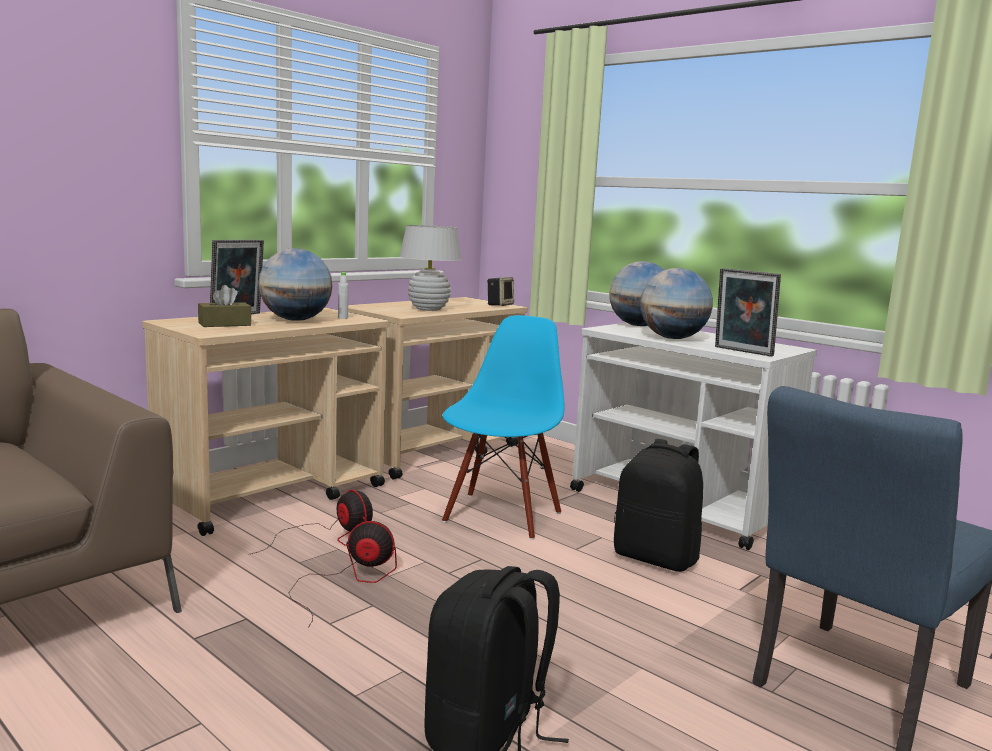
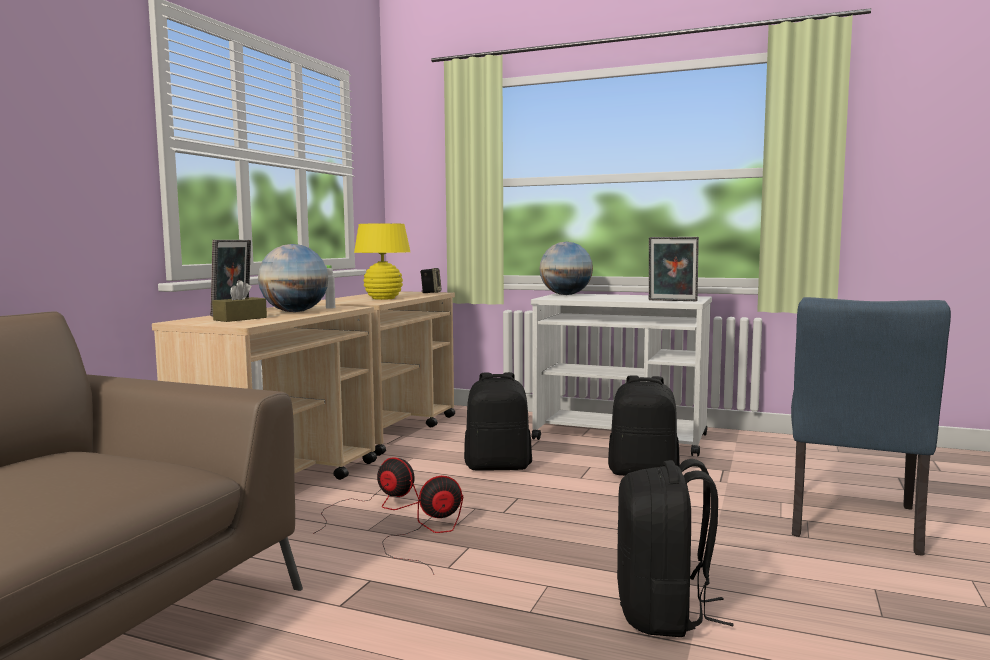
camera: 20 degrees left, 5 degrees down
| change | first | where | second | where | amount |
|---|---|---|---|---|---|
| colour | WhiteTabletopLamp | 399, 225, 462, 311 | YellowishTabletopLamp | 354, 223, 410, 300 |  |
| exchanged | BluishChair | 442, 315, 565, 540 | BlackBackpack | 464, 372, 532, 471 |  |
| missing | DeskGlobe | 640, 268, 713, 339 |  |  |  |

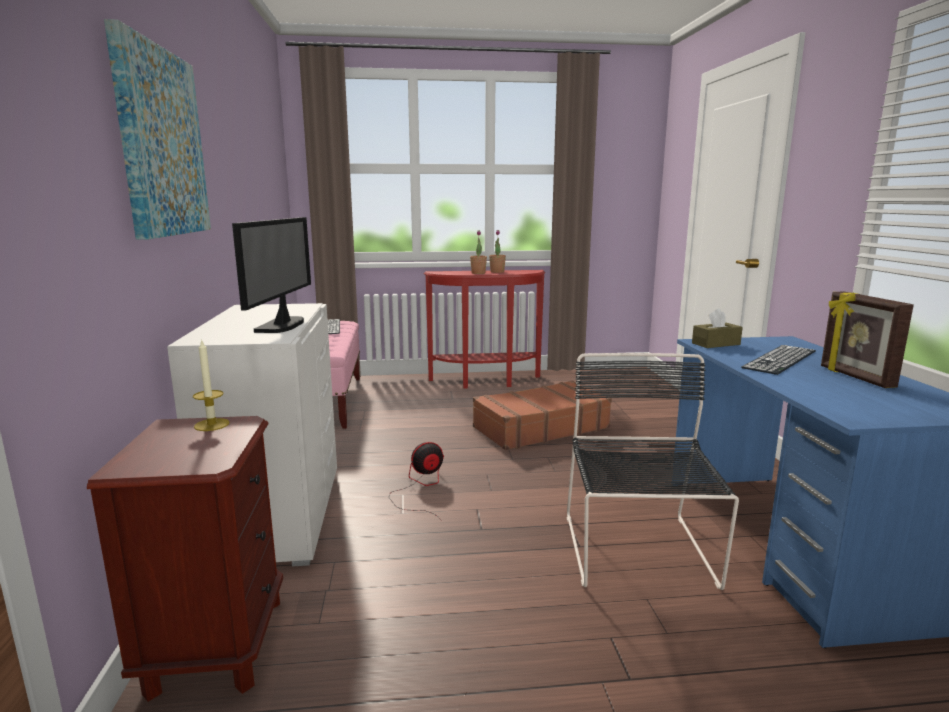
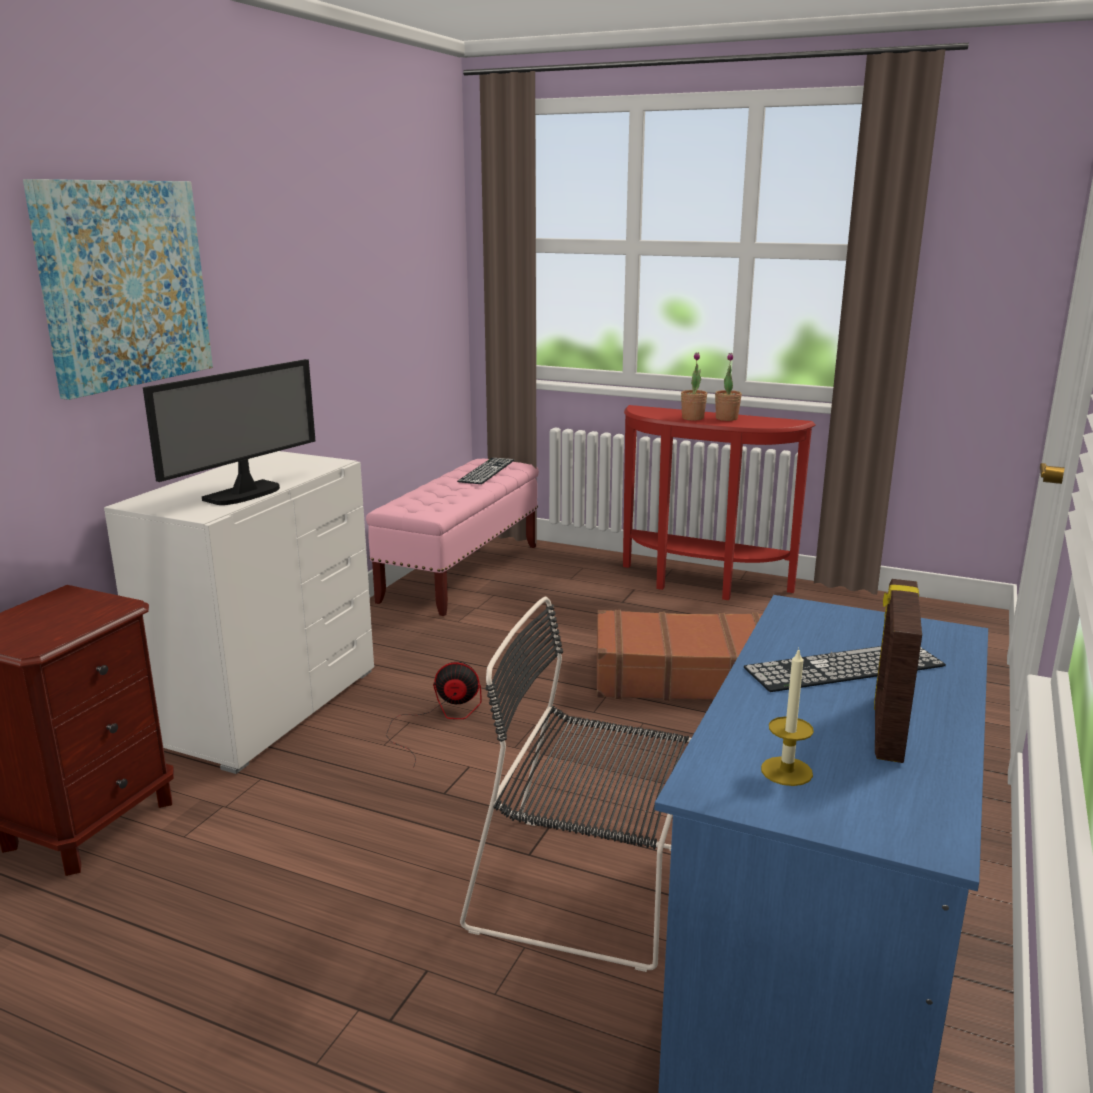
camera: 30 degrees right, 5 degrees up
| change | first | where | second | where | amount |
|---|---|---|---|---|---|
| relocated | WaxLight | 193, 339, 229, 431 |  | 761, 647, 814, 786 |  |
| spun | BlackChair | 567, 353, 739, 590 |  | 460, 597, 691, 972 | 105 degrees counterclockwise |
| missing | BrownColouredBoxOfTissues | 692, 308, 743, 348 |  |  |  |

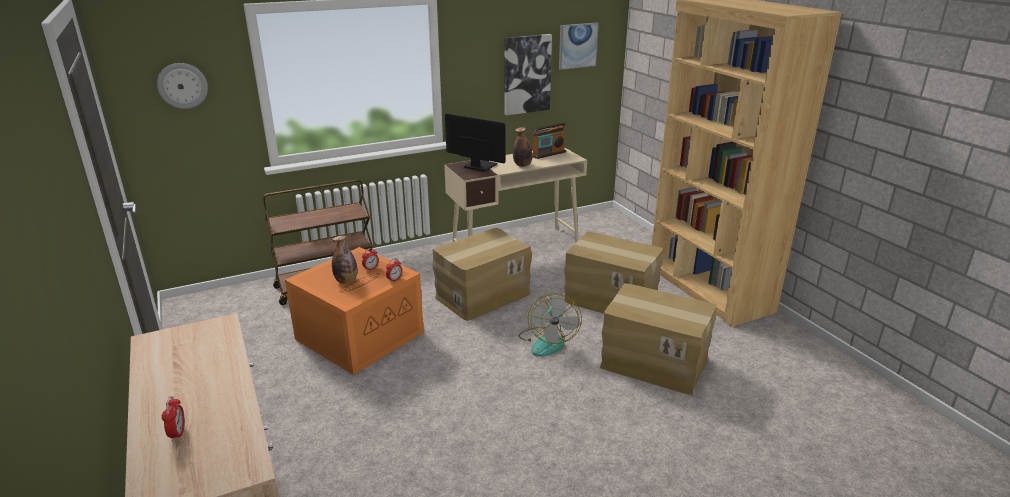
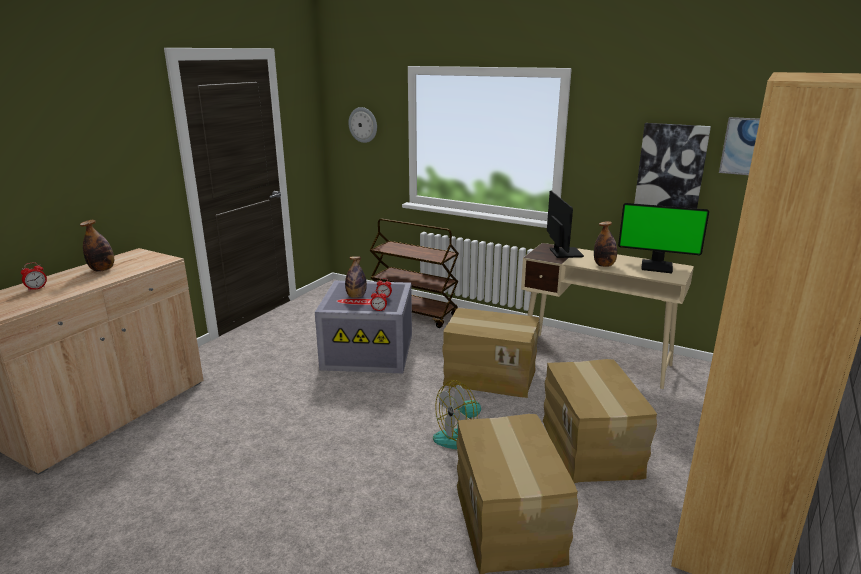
camera: 55 degrees right, 5 degrees down
| change | first | where | second | where | amount |
|---|---|---|---|---|---|
| colour | OrangeColouredStorageBox | 285, 247, 424, 375 | GreyishStorageBox | 315, 281, 412, 374 |  |
| exchanged | RadioReceiver | 532, 122, 566, 159 | ComputerDisplay | 618, 203, 709, 273 |  |
| appeared |  |  | BeverageBottle | 80, 220, 114, 272 |  |

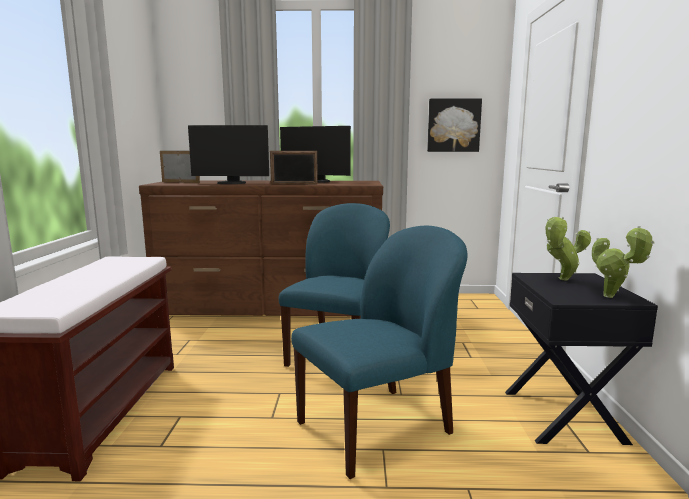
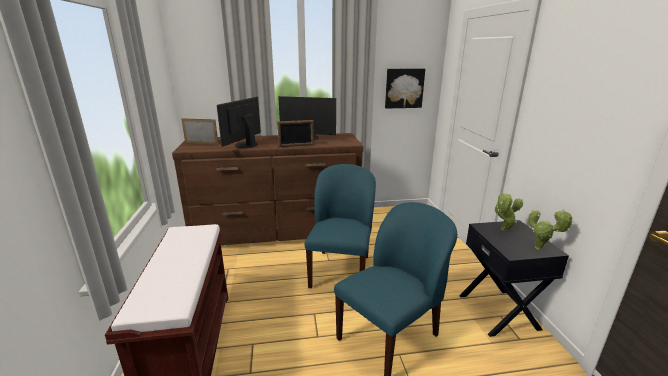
camera: 10 degrees left, 10 degrees up
| change | first | where | second | where | amount |
|---|---|---|---|---|---|
| spun | ComputerDisplay | 188, 125, 269, 184 |  | 217, 97, 261, 148 | 120 degrees clockwise |

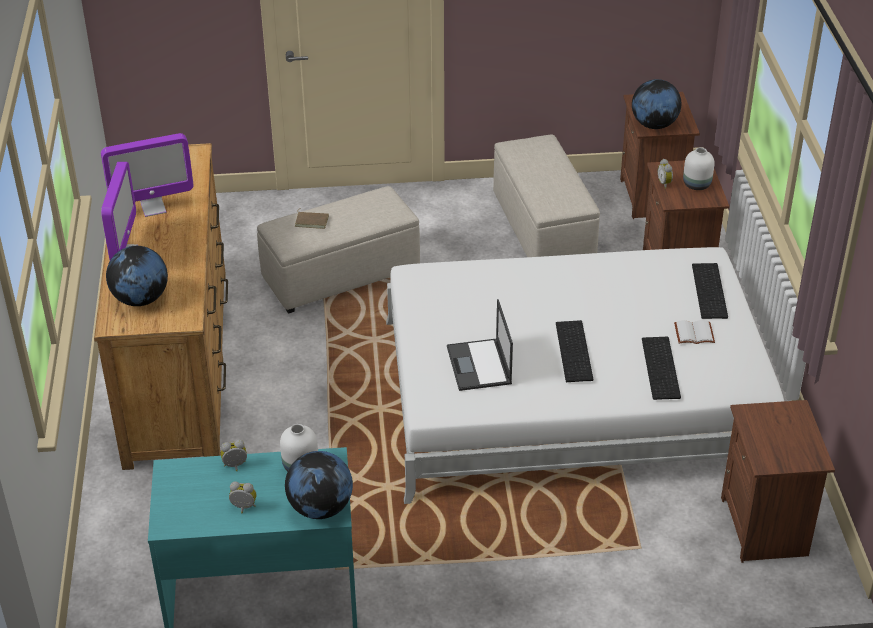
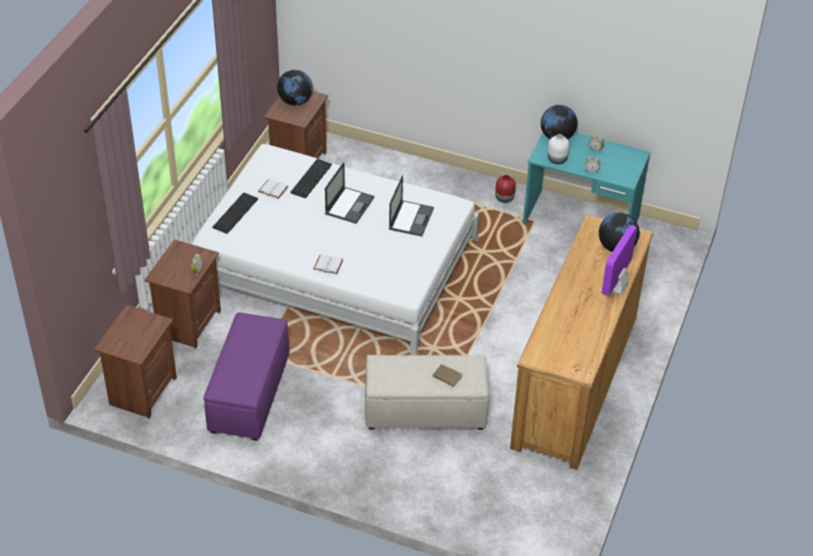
camera: 155 degrees left, 5 degrees up
| change | first | where | second | where | amount |
|---|---|---|---|---|---|
| missing | ComputerDisplay | 101, 133, 193, 217 |  |  |  |
| colour | BeigePouffe | 493, 134, 600, 257 | PurplishPouffe | 204, 312, 289, 441 |  |
| exchanged | PcKeyboard | 556, 320, 593, 382 | NotebookComputer | 325, 162, 374, 224 |  |
| relocated | DeskGlobe | 632, 79, 682, 129 |  | 277, 70, 313, 105 |  |
| missing | WhiteFlowerVase | 683, 147, 715, 190 |  |  |  |
| appeared |  |  | WhiteVolume | 314, 254, 343, 274 |  |
| appeared |  |  | RedFlowerVase | 495, 175, 516, 203 |  |

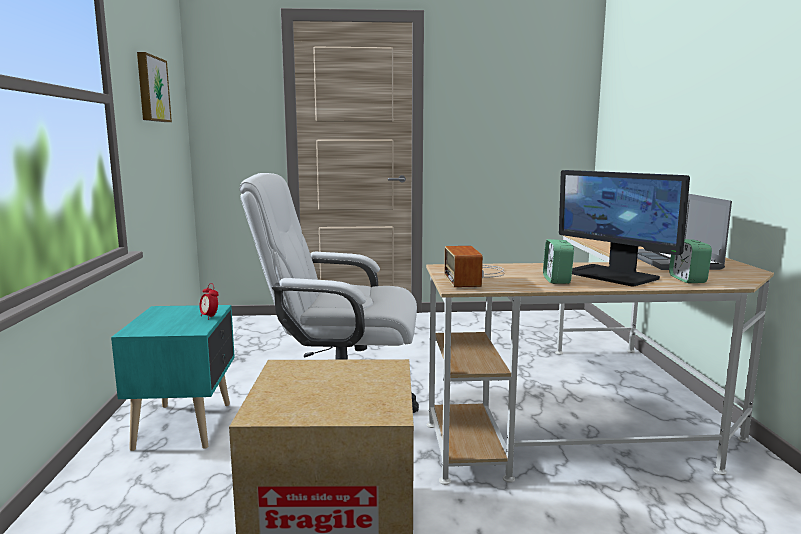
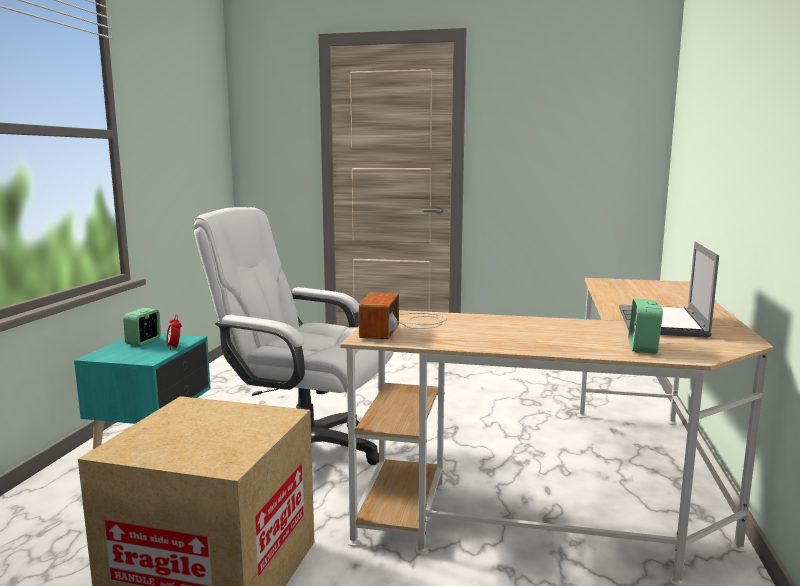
camera: 15 degrees right, 0 degrees up
| change | first | where | second | where | amount |
|---|---|---|---|---|---|
| missing | Picture | 137, 52, 172, 122 |  |  |  |
| relocated | TableClock | 543, 239, 574, 284 |  | 123, 308, 161, 346 |  |
| missing | ComputerDisplay | 559, 170, 690, 286 |  |  |  |

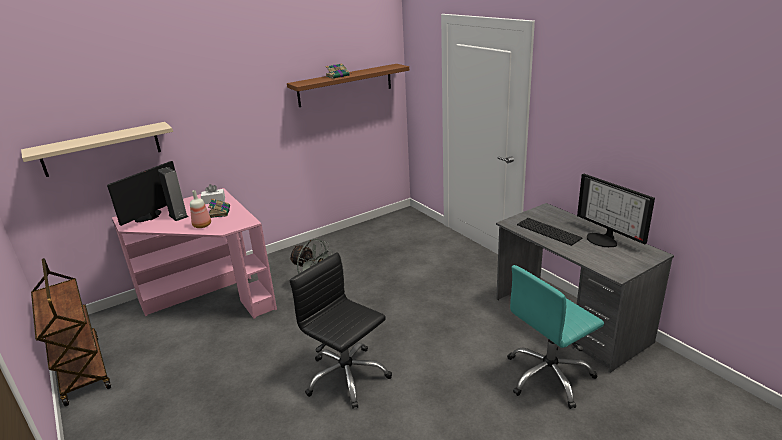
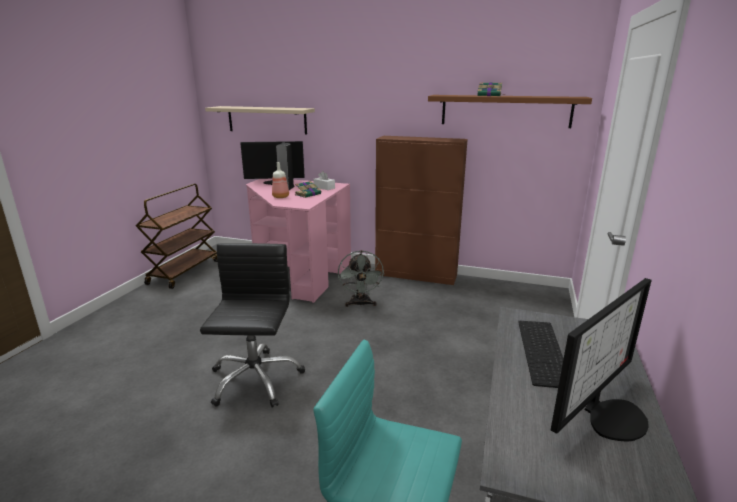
camera: 50 degrees right, 5 degrees down
| change | first | where | second | where | amount |
|---|---|---|---|---|---|
| spun | ComputerDisplay | 577, 174, 655, 247 |  | 551, 278, 652, 441 | 150 degrees counterclockwise |
| appeared |  |  | BrownColouredCabinet | 375, 136, 468, 285 |  |

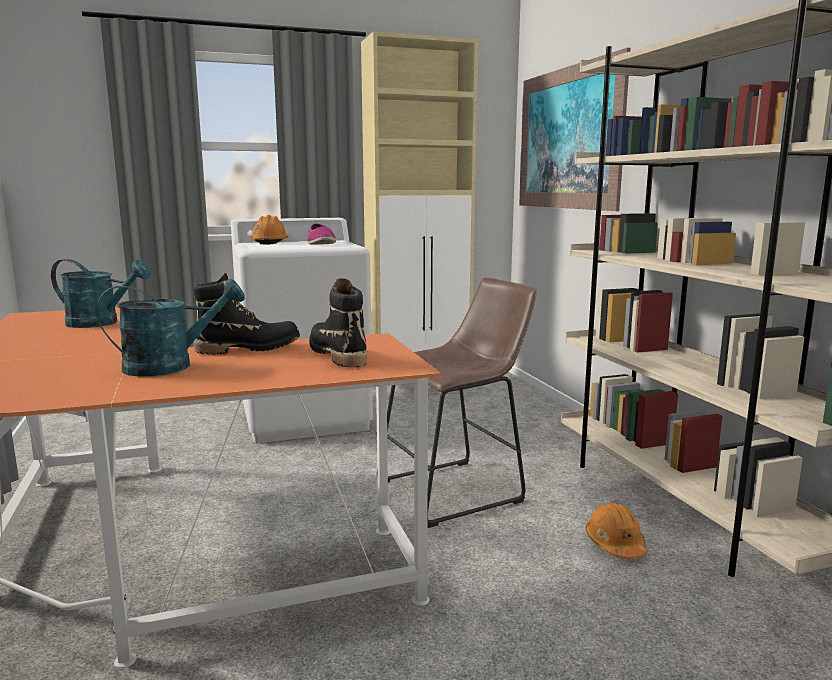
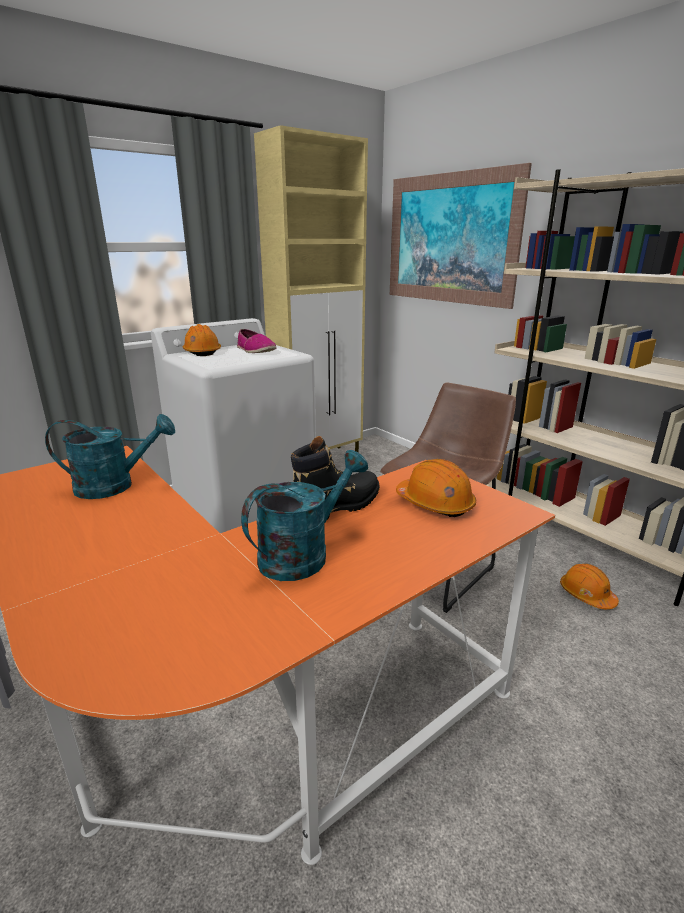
camera: 20 degrees left, 10 degrees up
| change | first | where | second | where | amount |
|---|---|---|---|---|---|
| exchanged | BlackTallBoot | 309, 278, 367, 367 | OrangeColouredHardHat | 396, 459, 476, 517 |  |

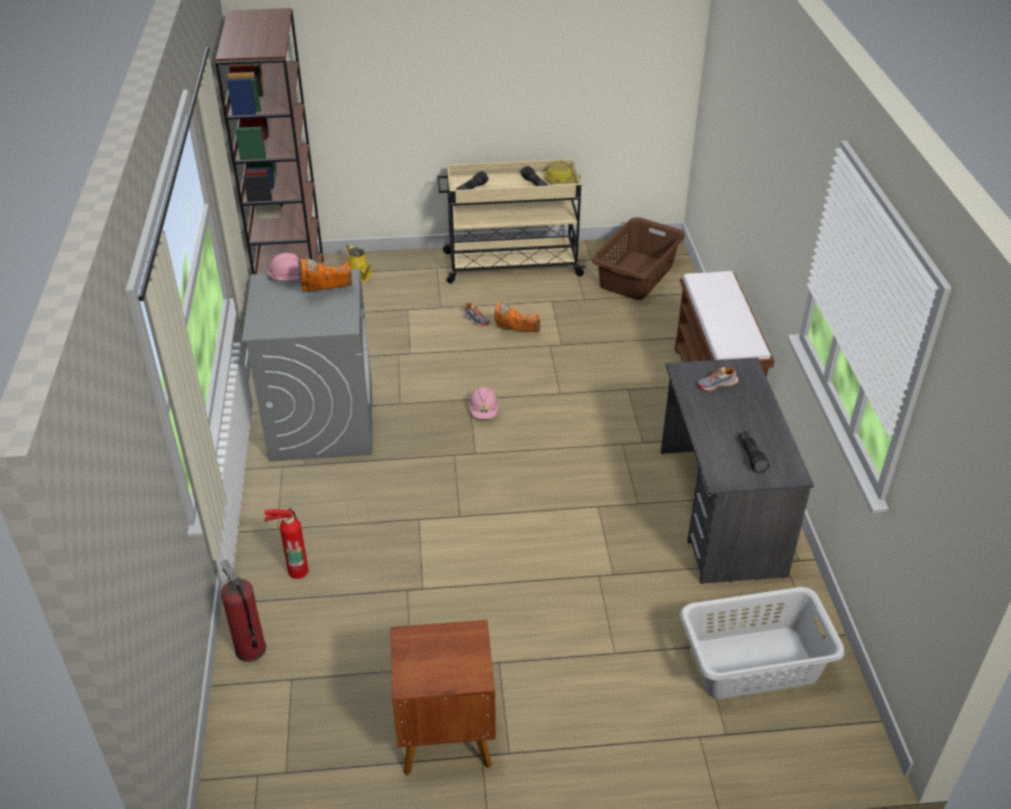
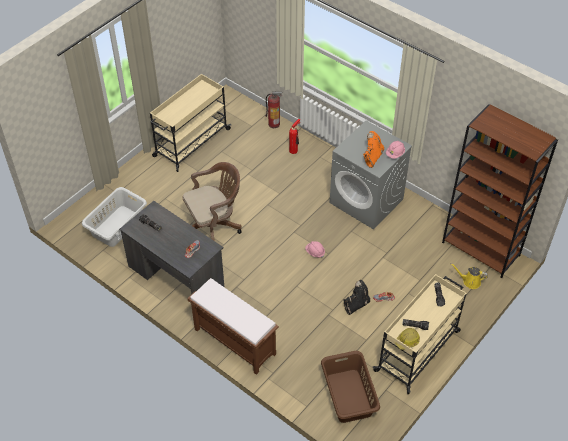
camera: 135 degrees right, 10 degrees up
| change | first | where | second | where | amount |
|---|---|---|---|---|---|
| exchanged | BrownColouredBedsideTable | 390, 619, 496, 776 | BeigeCart | 150, 74, 231, 172 |  |
| colour | OrangeColouredTallBoot | 494, 302, 540, 332 | BlackTallBoot | 343, 280, 370, 315 |  |
| appeared |  |  | BrownColouredComputerChair | 183, 162, 242, 241 |  |

